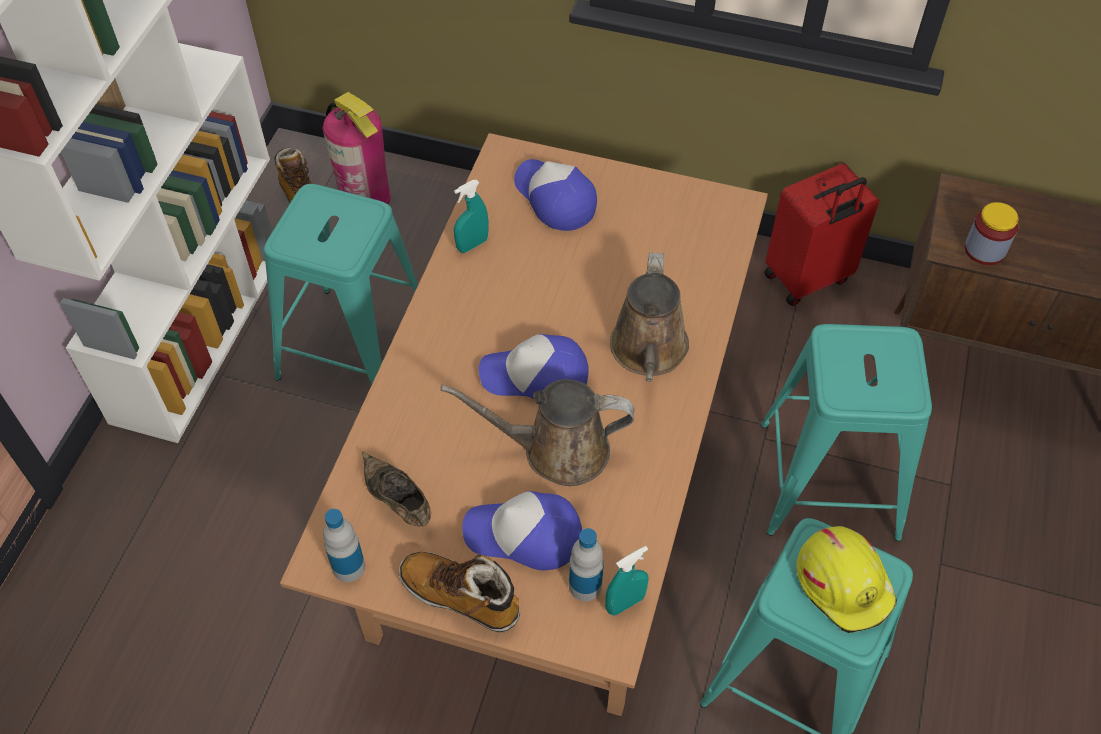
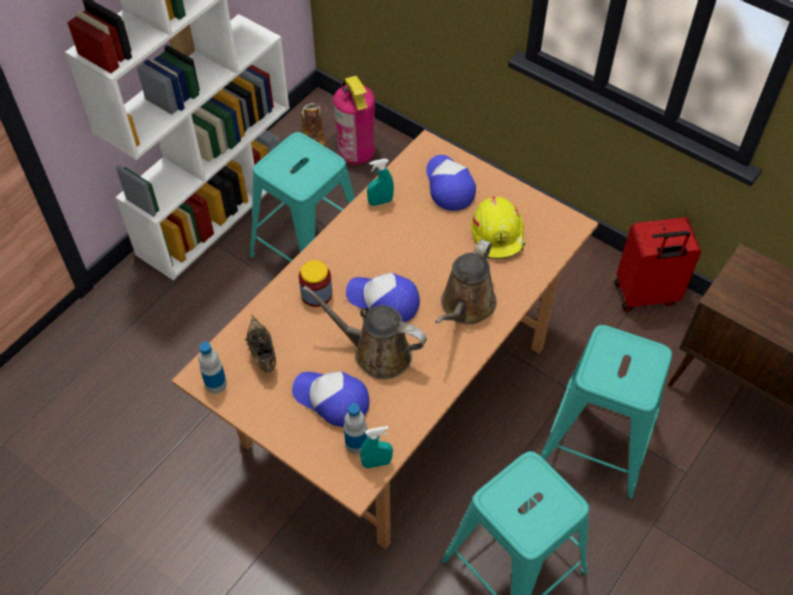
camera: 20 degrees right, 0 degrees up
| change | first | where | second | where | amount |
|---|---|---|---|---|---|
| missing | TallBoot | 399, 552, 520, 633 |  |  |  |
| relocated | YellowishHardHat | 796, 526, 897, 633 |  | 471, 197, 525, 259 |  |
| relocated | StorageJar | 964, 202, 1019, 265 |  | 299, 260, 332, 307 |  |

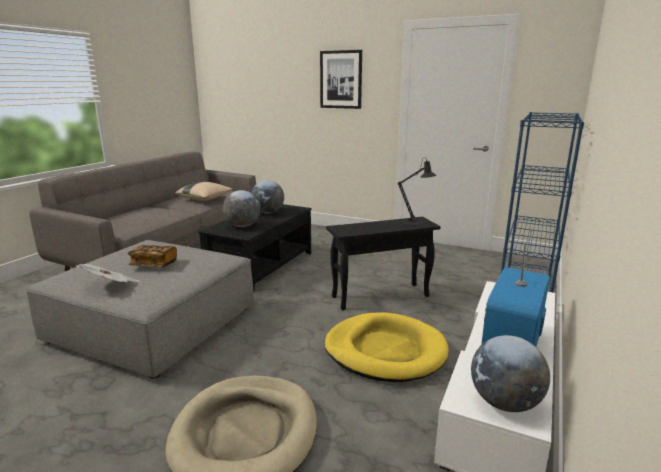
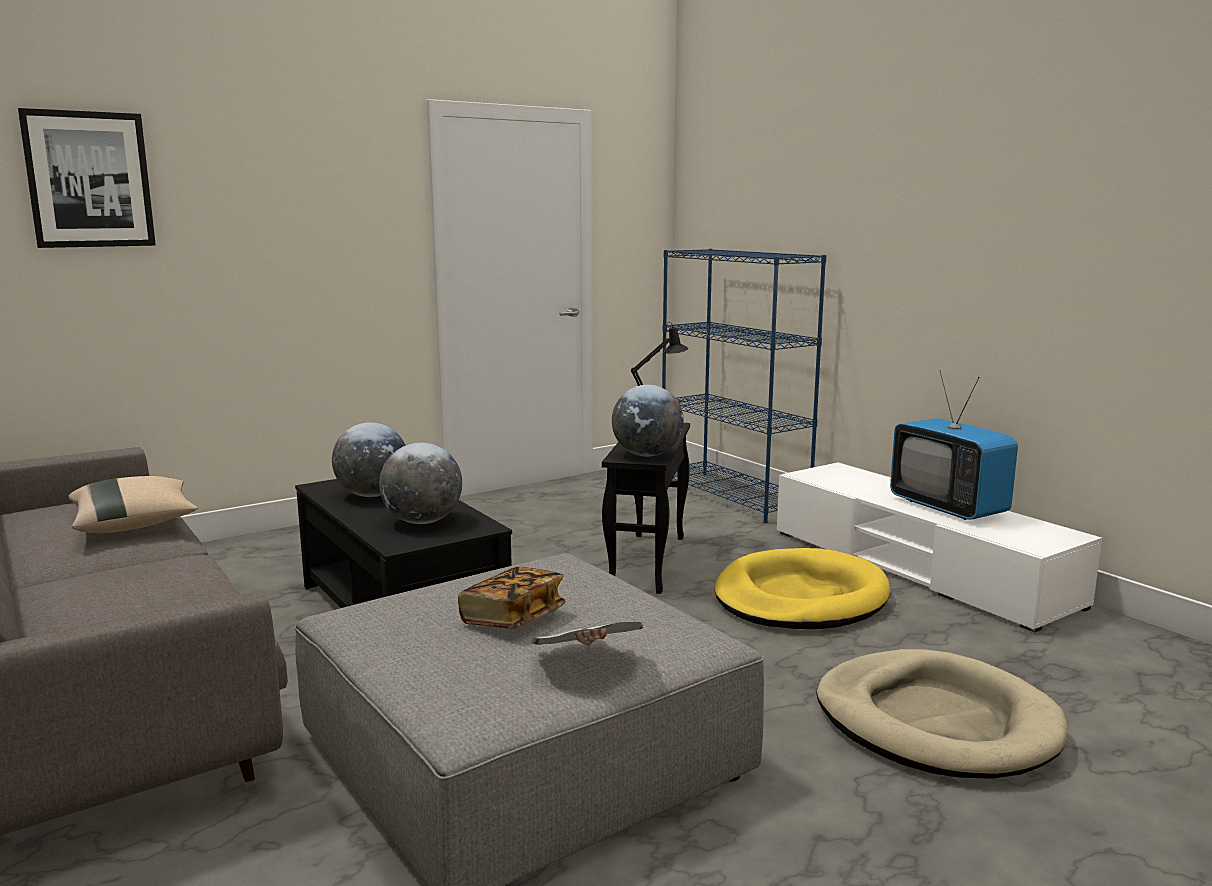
camera: 60 degrees left, 5 degrees down
| change | first | where | second | where | amount |
|---|---|---|---|---|---|
| relocated | Picture | 320, 50, 362, 109 |  | 18, 108, 156, 248 |  |
| relocated | DeskGlobe | 471, 335, 550, 412 |  | 612, 385, 684, 457 |  |

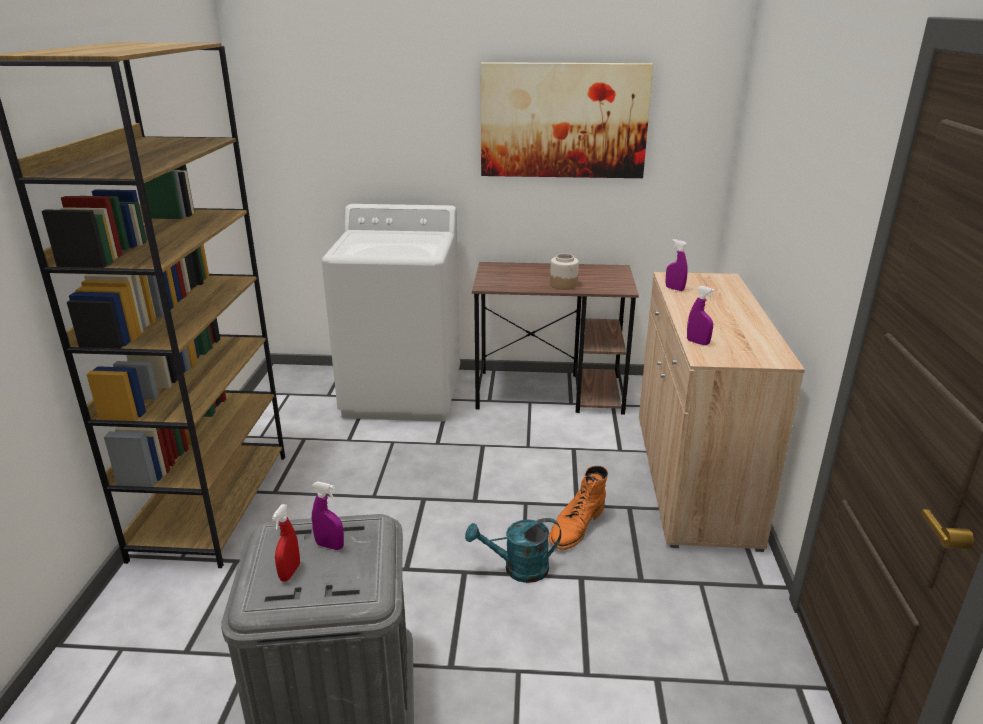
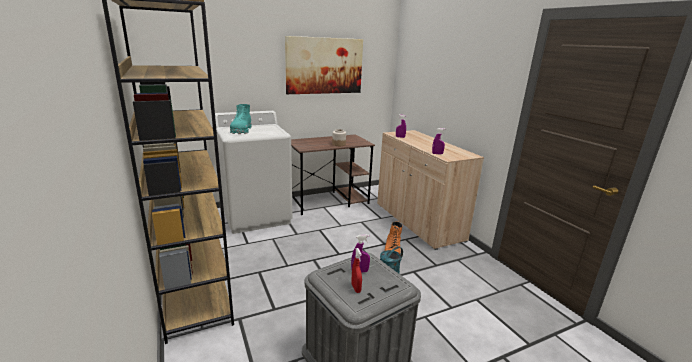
camera: 30 degrees left, 5 degrees down
| change | first | where | second | where | amount |
|---|---|---|---|---|---|
| appeared |  |  | BlueGreenTallBoot | 230, 104, 252, 134 |  |

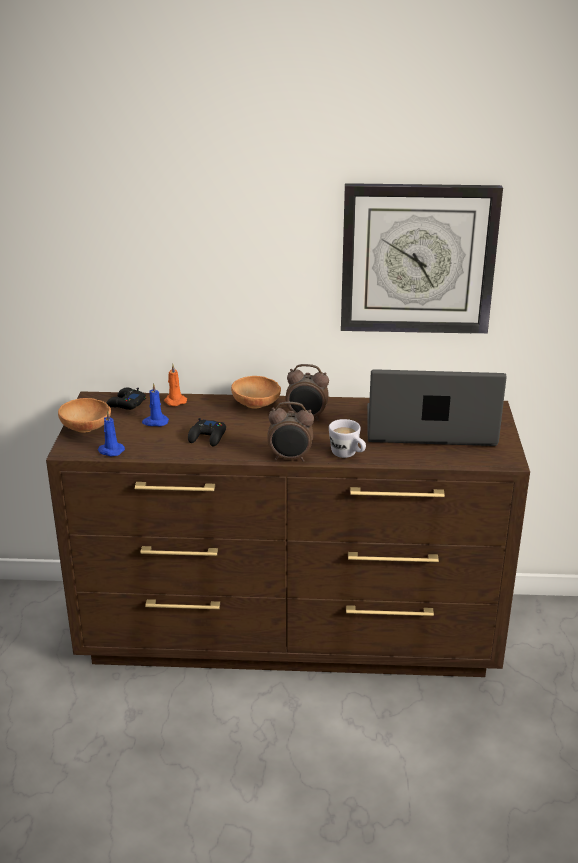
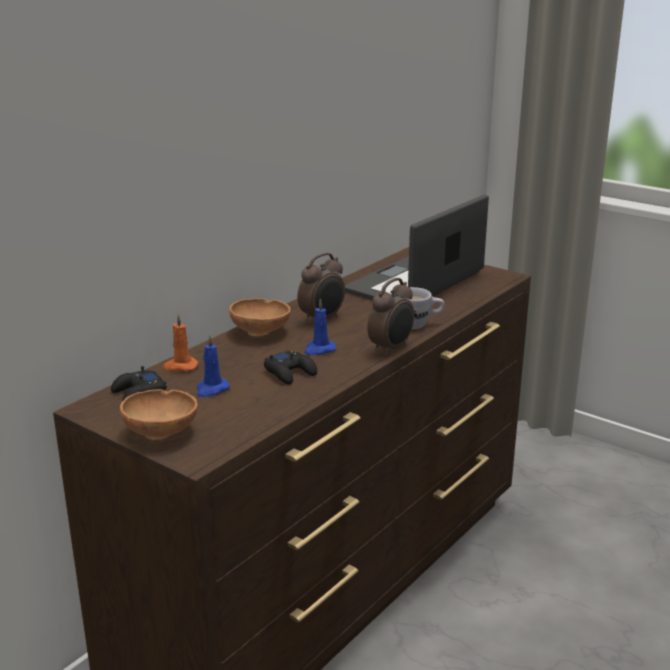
camera: 55 degrees left, 5 degrees down
| change | first | where | second | where | amount |
|---|---|---|---|---|---|
| relocated | BluishWaxLight | 98, 410, 125, 456 |  | 304, 299, 336, 355 |  |
| missing | HangingClock | 341, 183, 503, 334 |  |  |  |

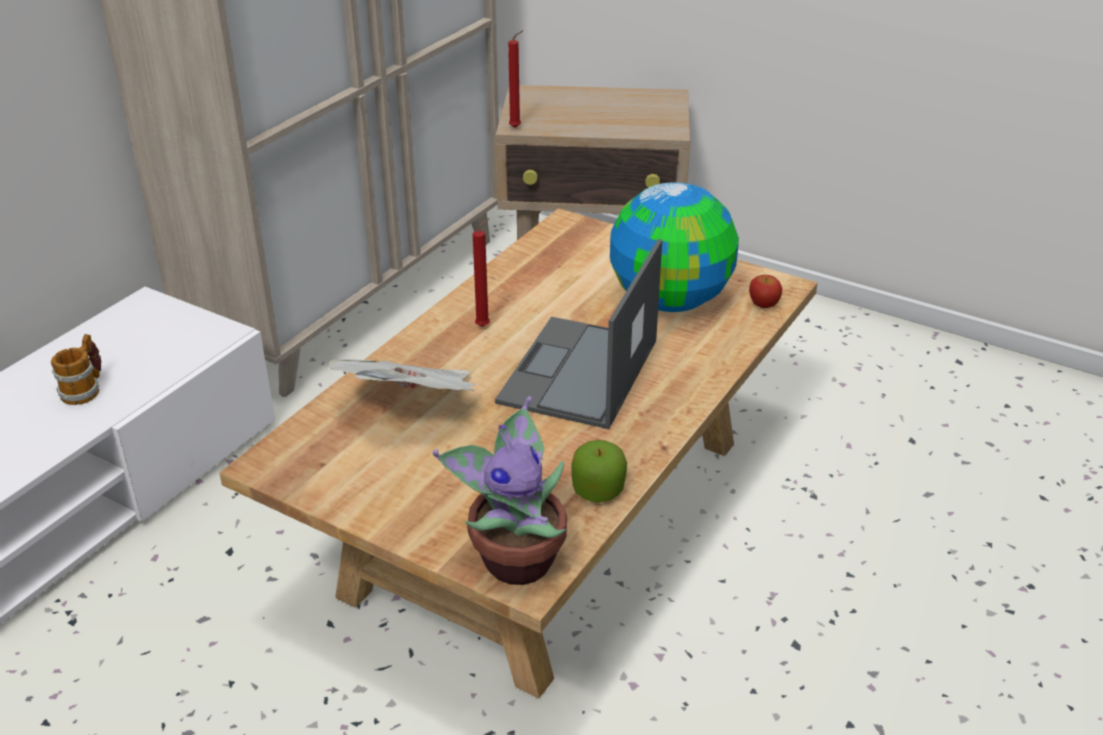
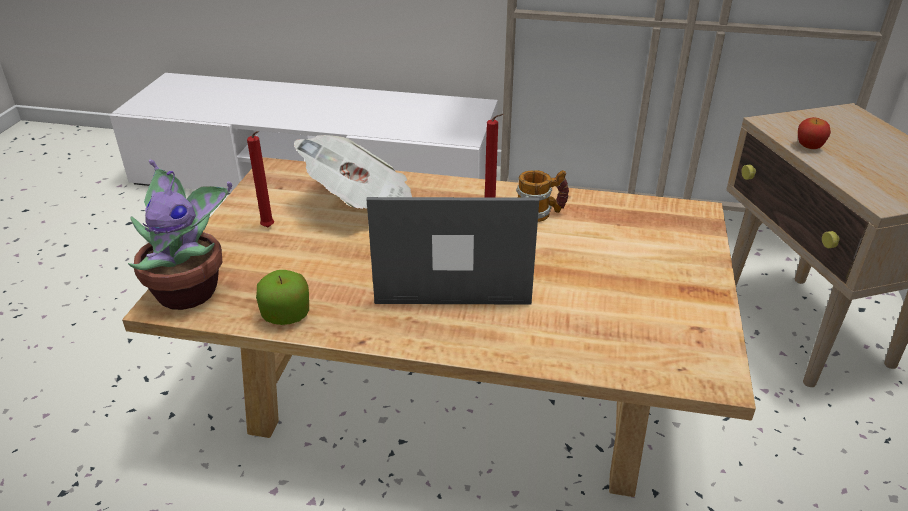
camera: 70 degrees right, 0 degrees up
| change | first | where | second | where | amount |
|---|---|---|---|---|---|
| relocated | CoffeeMug | 51, 334, 102, 405 |  | 516, 170, 569, 222 |  |
| relocated | RedWaxLight | 508, 30, 523, 128 |  | 247, 131, 274, 227 |  |
| missing | DeskGlobe | 610, 182, 739, 312 |  |  |  |
| relocated | AppleFruit | 749, 275, 782, 308 |  | 798, 117, 831, 149 |  |

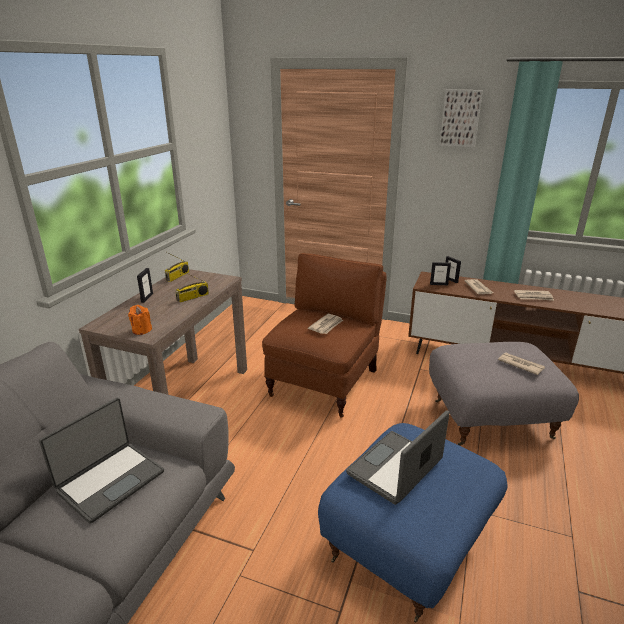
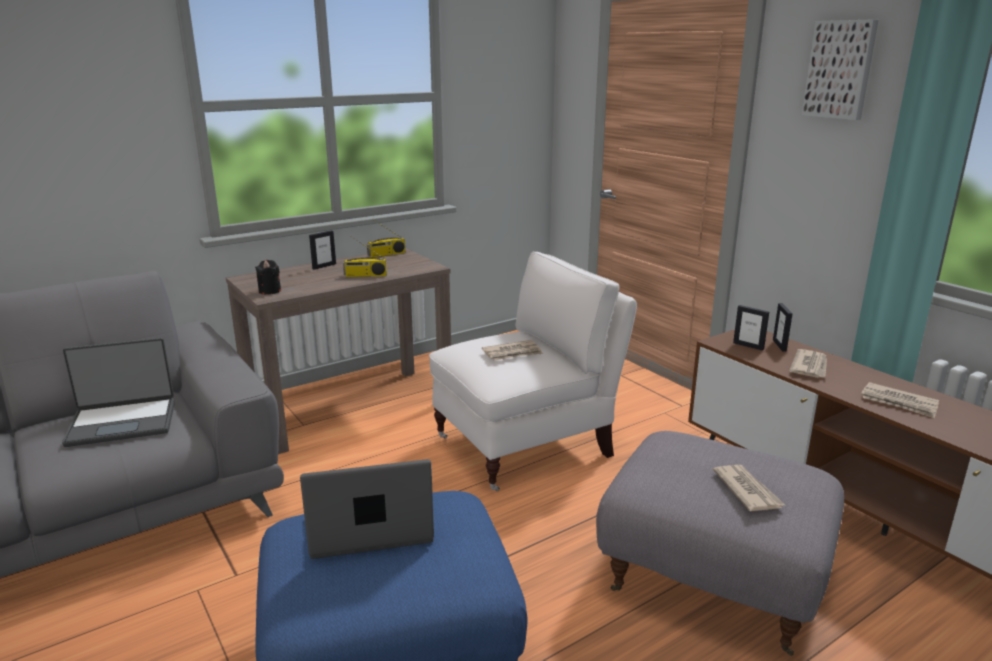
camera: 35 degrees right, 5 degrees down
| change | first | where | second | where | amount |
|---|---|---|---|---|---|
| colour | OrangeColouredWaxLight | 128, 305, 152, 335 | BlackWaxLight | 255, 260, 281, 295 |  |
| colour | BrownColouredArmchair | 262, 253, 387, 418 | WhiteArmchair | 429, 252, 637, 491 |  |

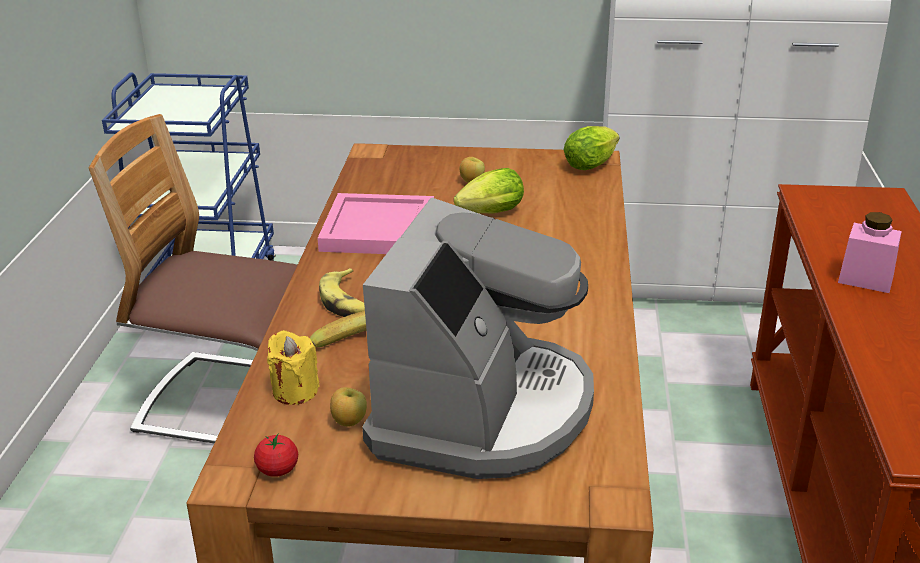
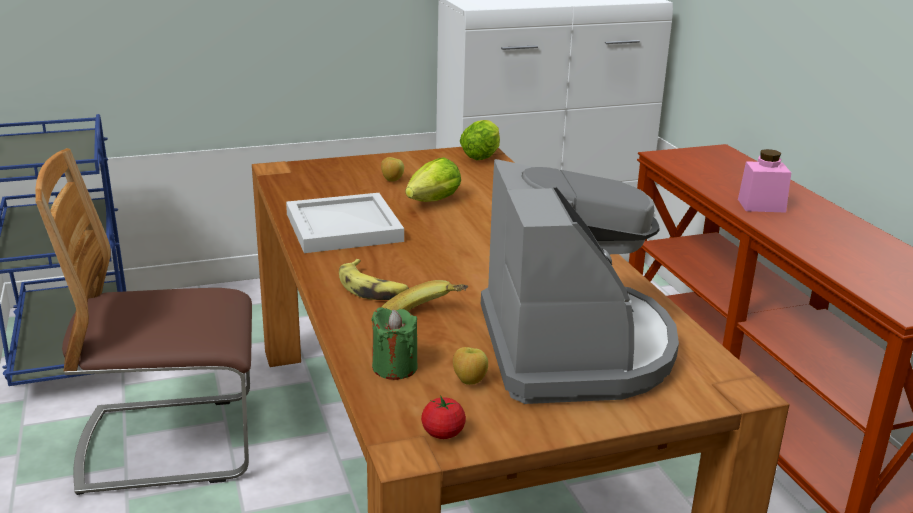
camera: 25 degrees left, 5 degrees down
| change | first | where | second | where | amount |
|---|---|---|---|---|---|
| colour | YellowishWaxLight | 267, 330, 320, 405 | GreenWaxLight | 371, 307, 417, 380 |  |
| colour | PinkCarryingTray | 317, 193, 434, 254 | WhiteCarryingTray | 286, 193, 404, 253 |  |

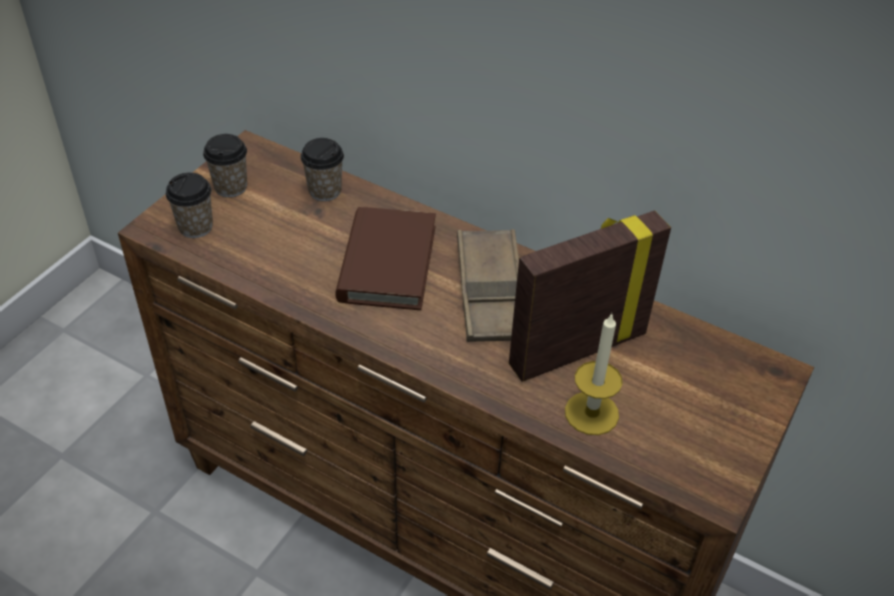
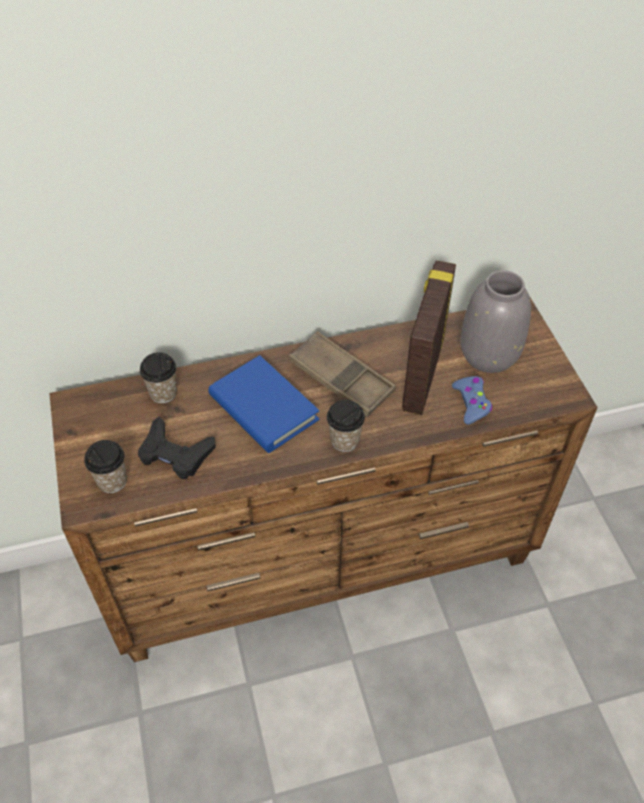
camera: 45 degrees left, 5 degrees up
| change | first | where | second | where | amount |
|---|---|---|---|---|---|
| relocated | Cup | 203, 134, 247, 197 |  | 327, 400, 365, 452 |  |
| colour | BrownColouredVolume | 335, 207, 436, 310 | BluishVolume | 208, 355, 319, 453 |  |
| exchanged | WaxLight | 565, 313, 623, 435 | BluishGameController | 452, 376, 492, 425 |  |
| appeared |  |  | BlackGameController | 138, 417, 216, 479 |  |
| appeared |  |  | GreyishFlowerVase | 461, 270, 531, 373 |  |

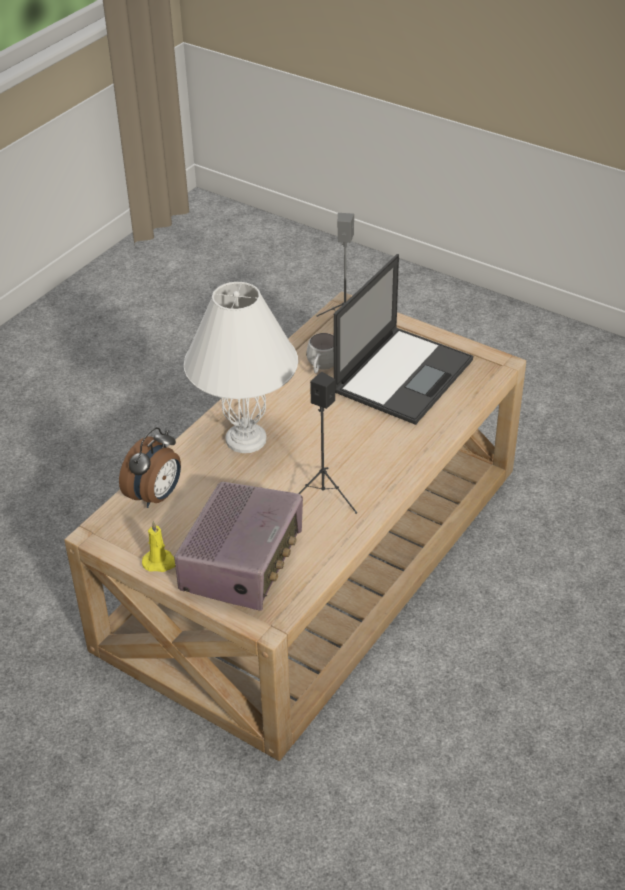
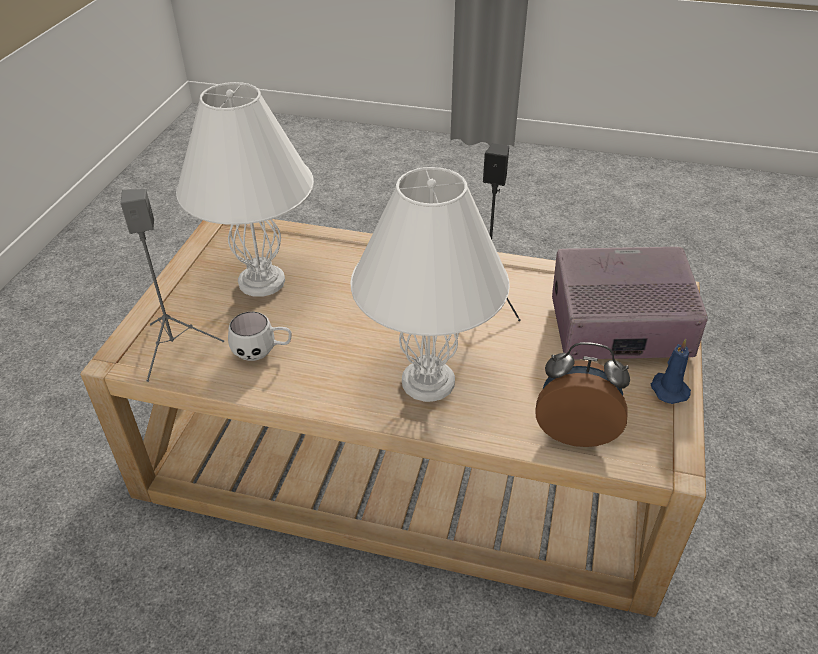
camera: 110 degrees left, 0 degrees up
| change | first | where | second | where | amount |
|---|---|---|---|---|---|
| colour | YellowishWaxLight | 142, 521, 175, 572 | BluishWaxLight | 651, 339, 691, 404 |  |
| exchanged | NotebookComputer | 333, 254, 473, 425 | WhiteTabletopLamp | 176, 82, 314, 297 |  |

